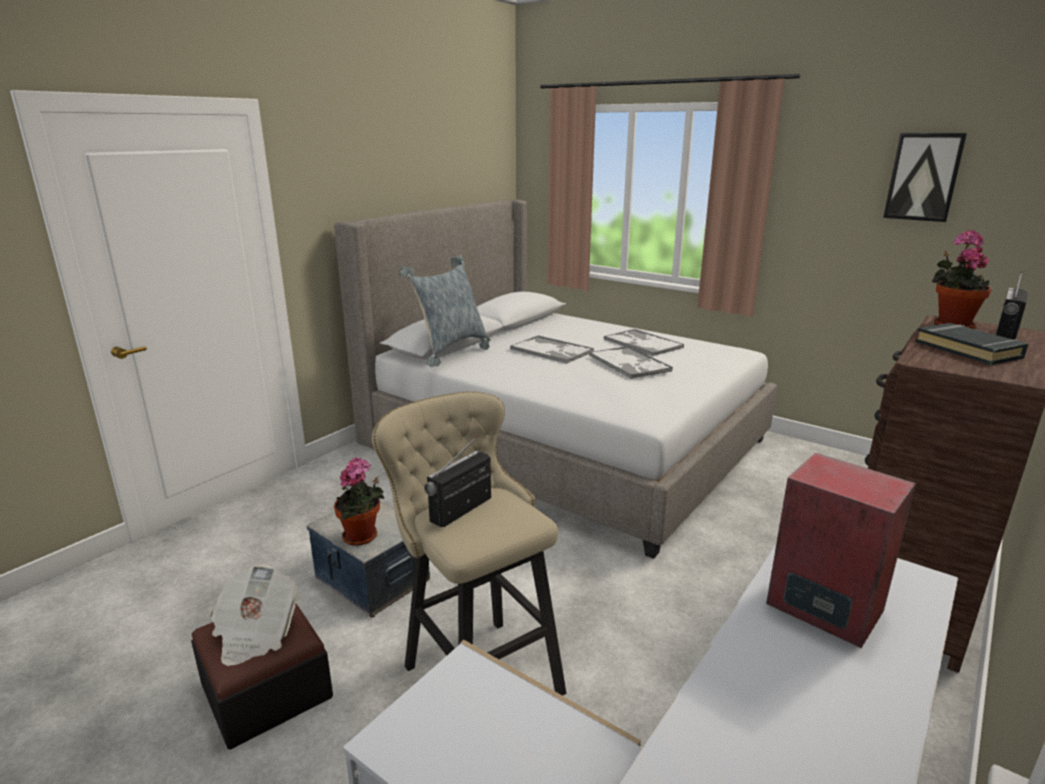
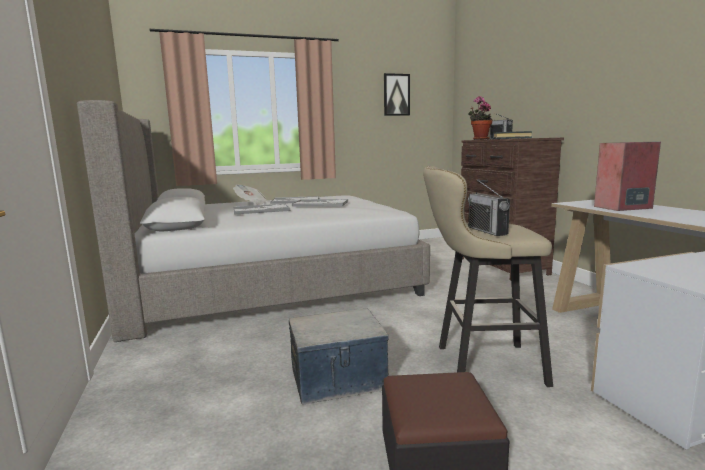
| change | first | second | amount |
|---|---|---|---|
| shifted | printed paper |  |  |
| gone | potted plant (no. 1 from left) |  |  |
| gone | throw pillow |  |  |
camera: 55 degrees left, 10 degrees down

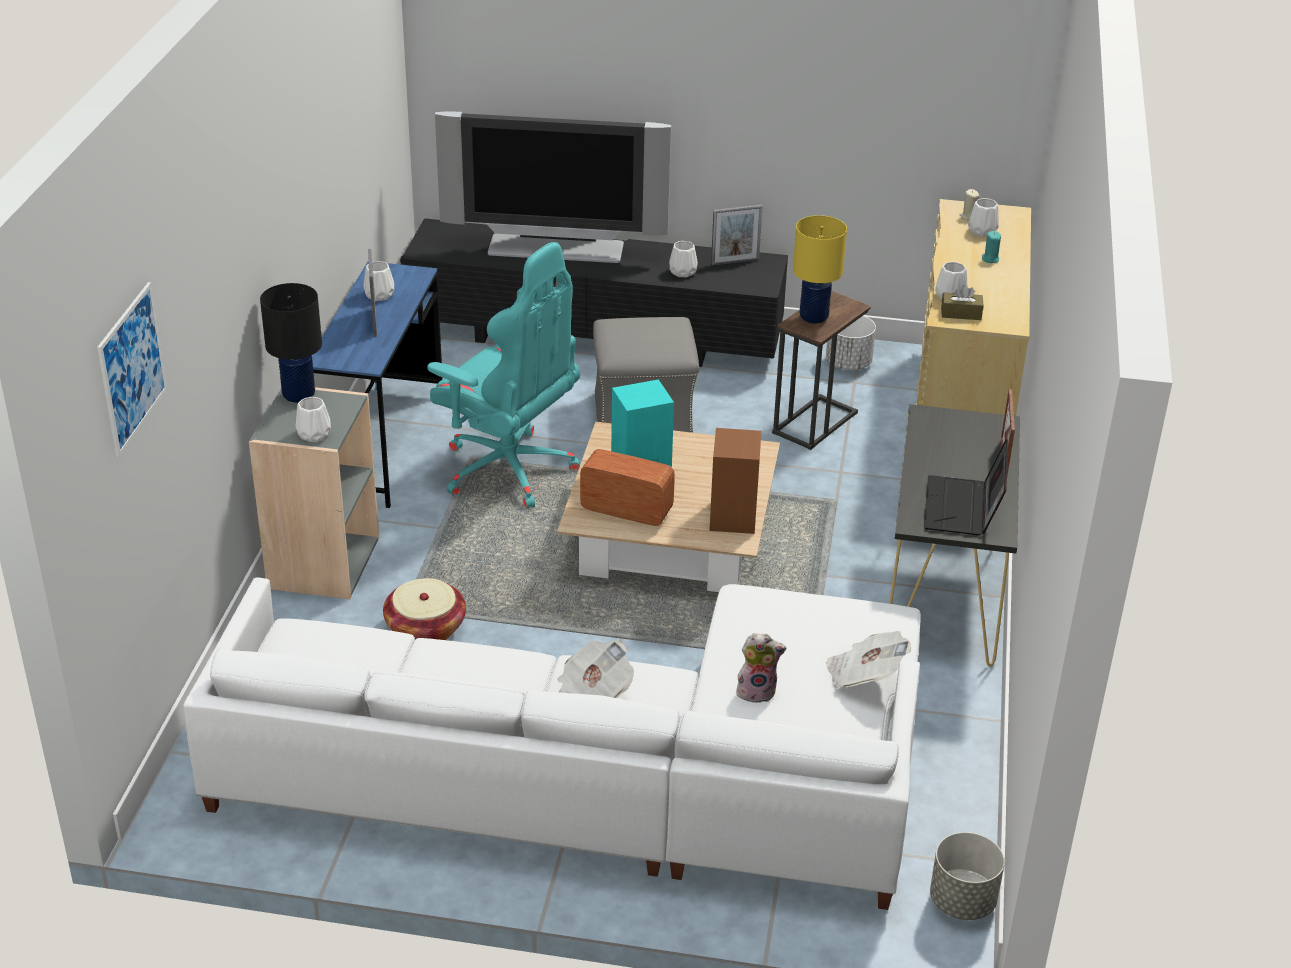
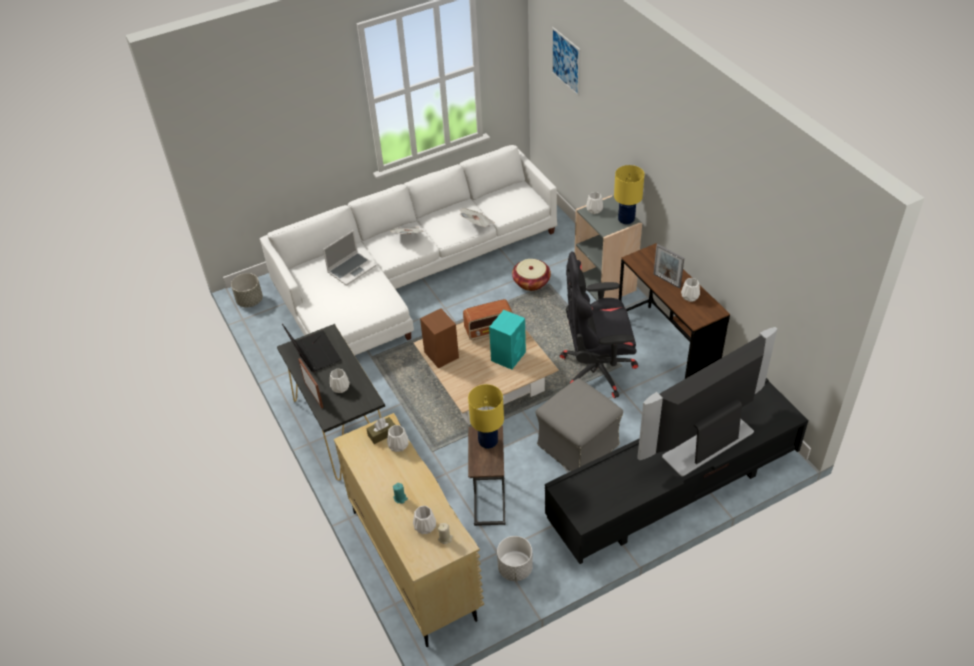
| change | first | second | amount |
|---|---|---|---|
| swapped | plush toy | portable computer (no. 2 from left) |  |
| shifted | whitish vase (no. 3 from left in the first image) | whitish vase (no. 1 from left) |  |
| shifted | printed paper (no. 2 from left) |  |  |
| repainted | turquoise-coloured desk chair | black-coloured desk chair |  |
| repainted | black-coloured tabletop lamp | yellow-coloured tabletop lamp (no. 2 from left) |  |
| repainted | bluish desk | brown-coloured desk |  |
| gone | photo frame (no. 2 from left) |  |  |
camera: 145 degrees right, 10 degrees up

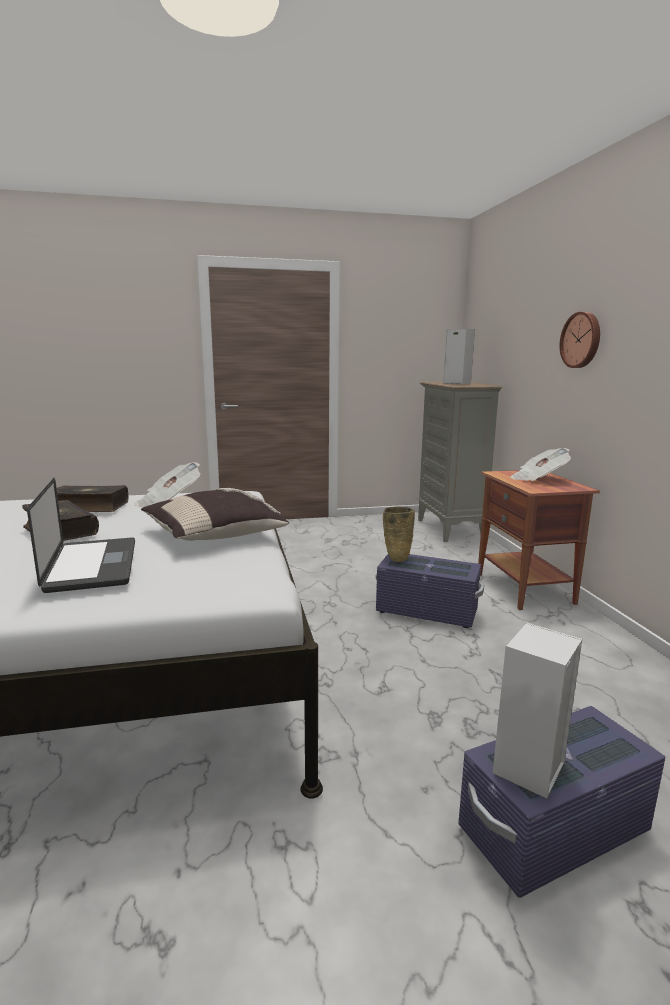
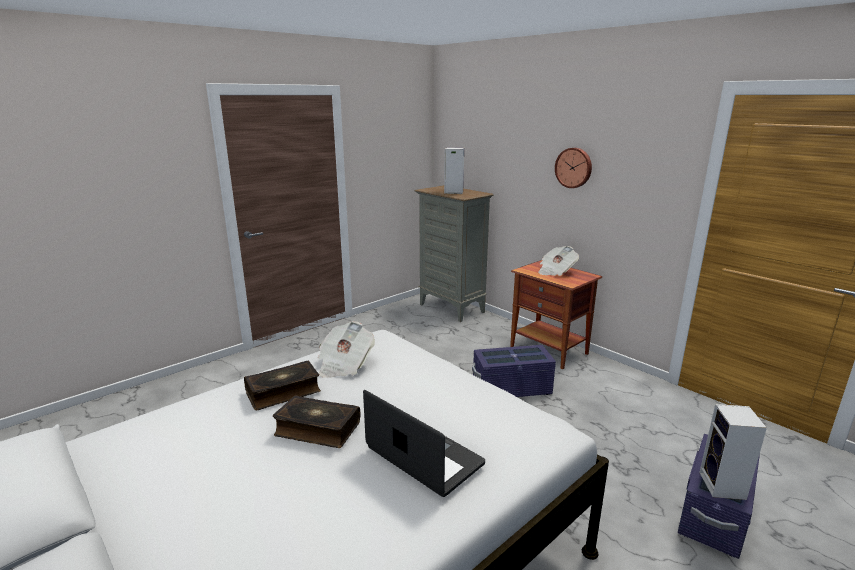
| change | first | second | amount |
|---|---|---|---|
| gone | throw pillow |  |  |
| gone | sand-coloured vase |  |  |
camera: 30 degrees left, 5 degrees up

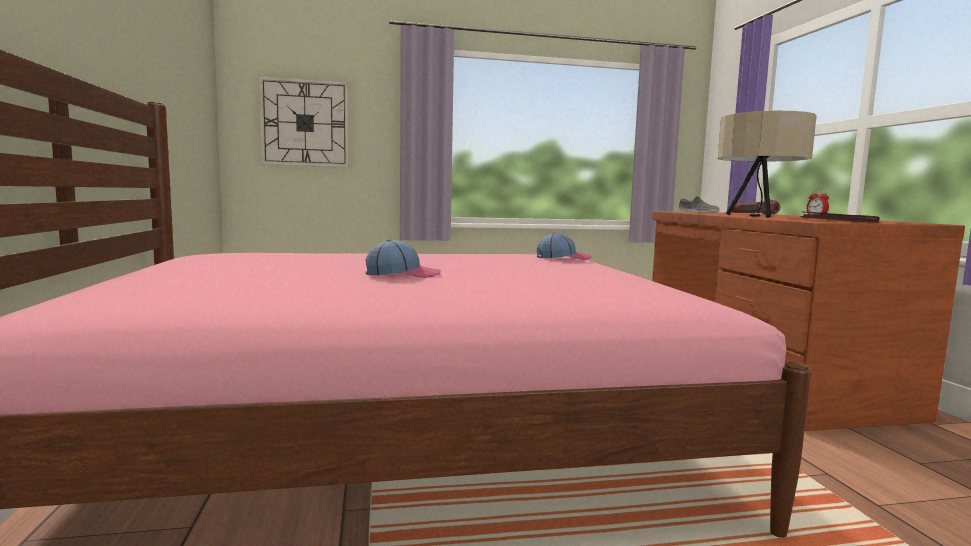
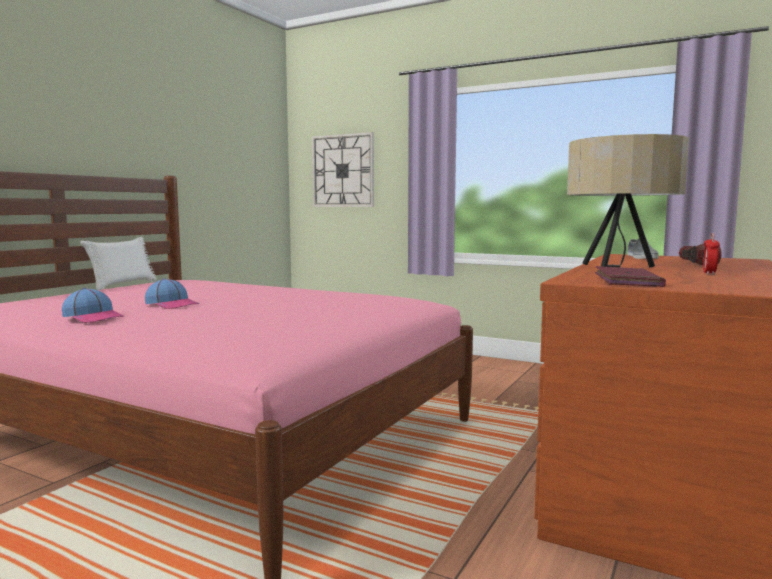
| change | first | second | amount |
|---|---|---|---|
| shifted | cap (no. 2 from left in the first image) | cap (no. 1 from left) |  |
| new |  | whitish throw pillow |  |
camera: 40 degrees right, 0 degrees up

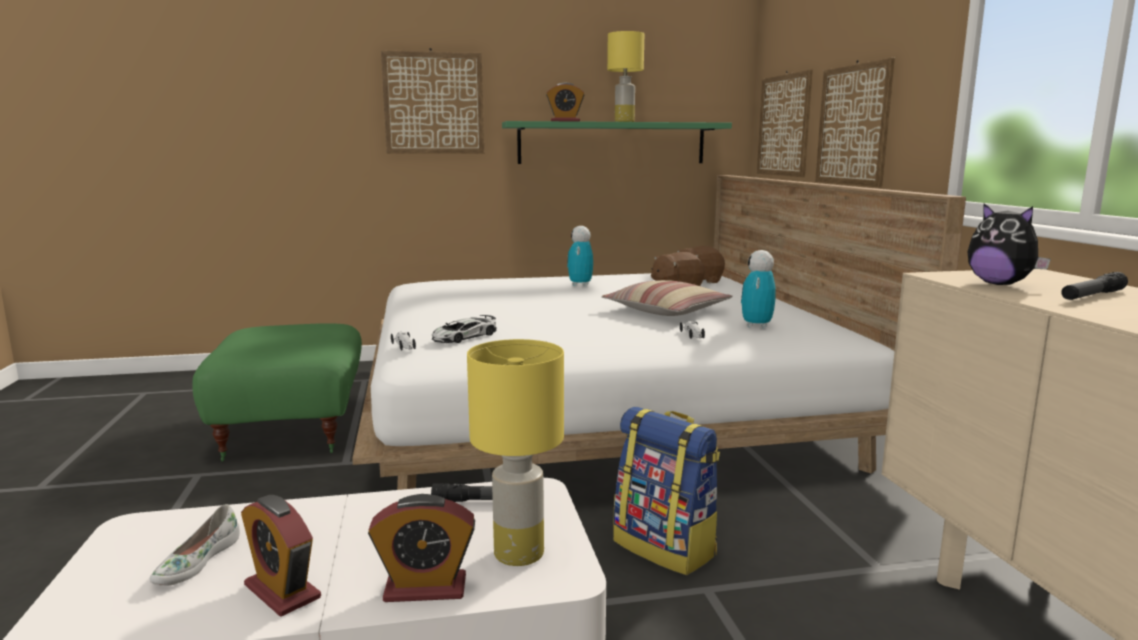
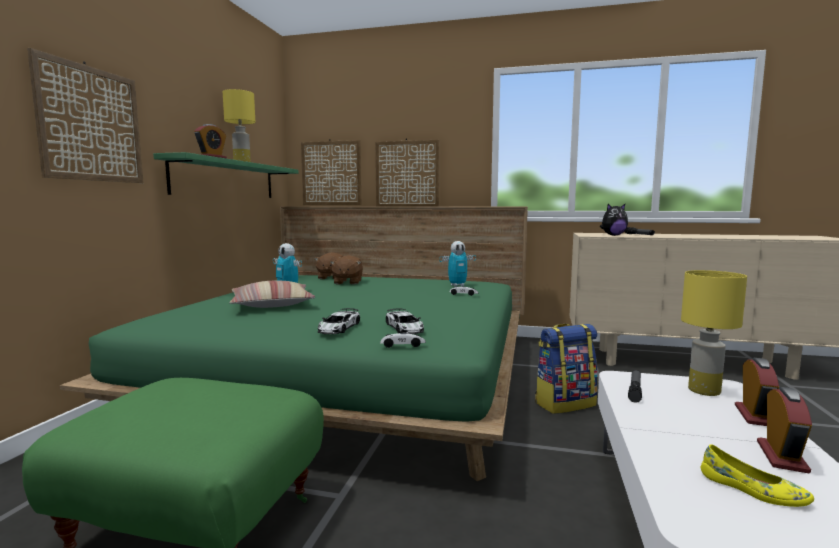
| change | first | second | amount |
|---|---|---|---|
| repainted | whitish bedroom bed | green-coloured bedroom bed |  |
| shifted | throw pillow |  |  |
| new |  | toy car (no. 1 from left) |  |
| rotated | toy robot (no. 2 from left) |  | 60 degrees counterclockwise |
| repainted | whitish shoe | yellow-coloured shoe |  |
| rotated | bedside clock (no. 1 from left in the first image) | bedside clock (no. 3 from left) | 45 degrees counterclockwise |
camera: 65 degrees left, 5 degrees down

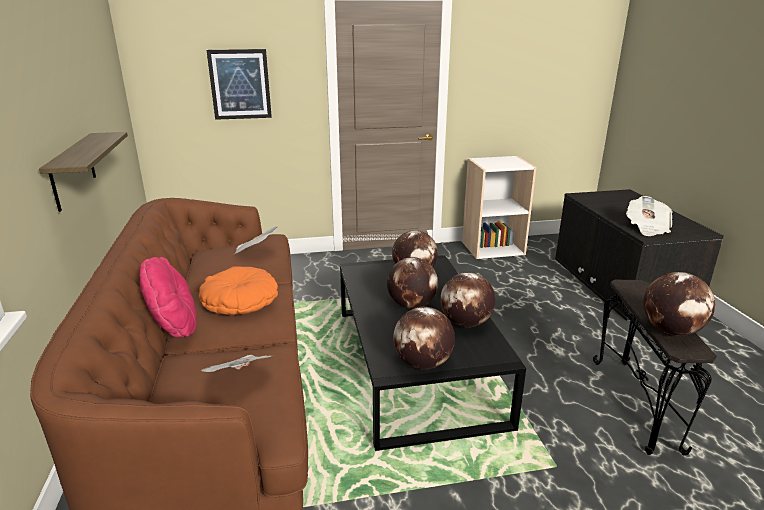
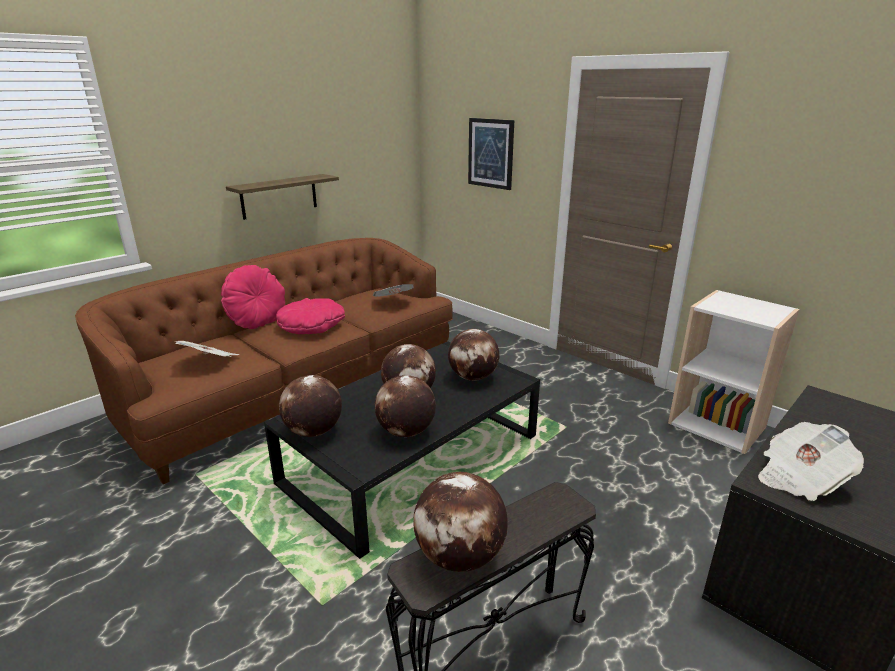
| change | first | second | amount |
|---|---|---|---|
| repainted | orange-coloured throw pillow | pink-coloured throw pillow (no. 2 from left) |  |
camera: 55 degrees right, 0 degrees up

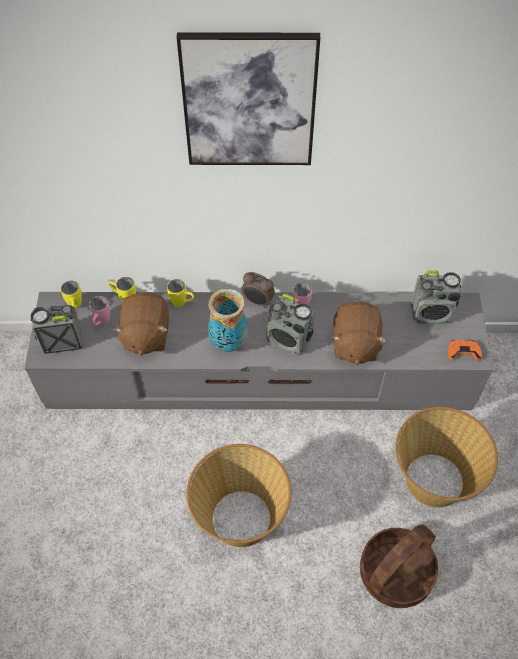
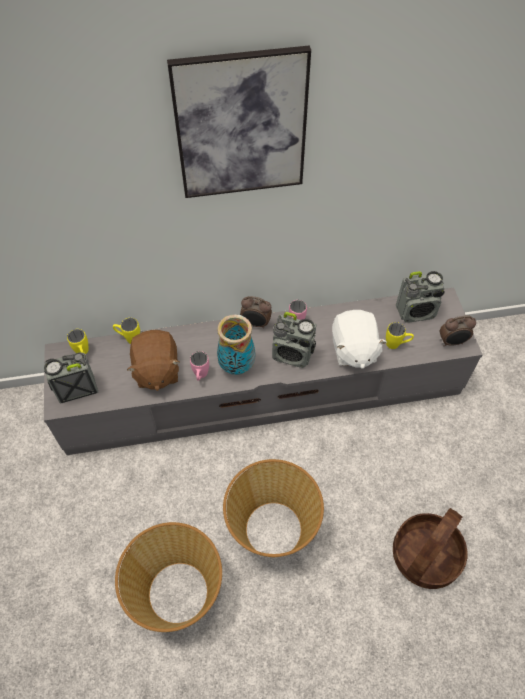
| change | first | second | amount |
|---|---|---|---|
| shifted | storage basket (no. 3 from left in the first image) | storage basket (no. 1 from left) |  |
| shifted | pink-coloured tea mug (no. 1 from left) |  |  |
| repainted | brown-coloured plush toy (no. 2 from left) | whitish plush toy |  |
| shifted | yellow-coloured tea mug (no. 3 from left) |  |  |
| swapped | orange-coloured game controller | bedside clock (no. 2 from left) |  |
camera: 10 degrees left, 0 degrees up

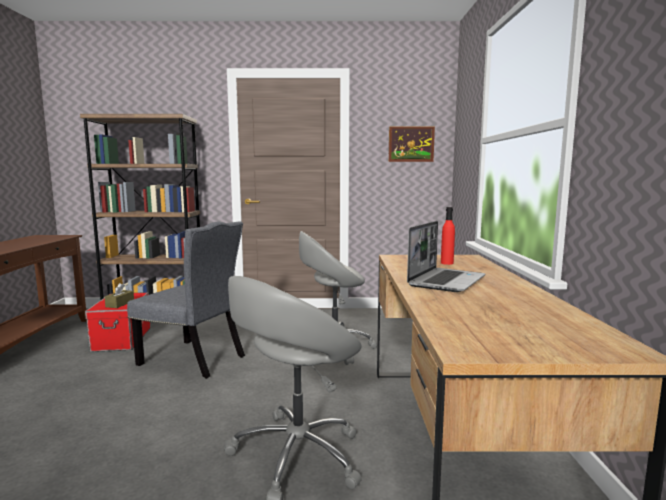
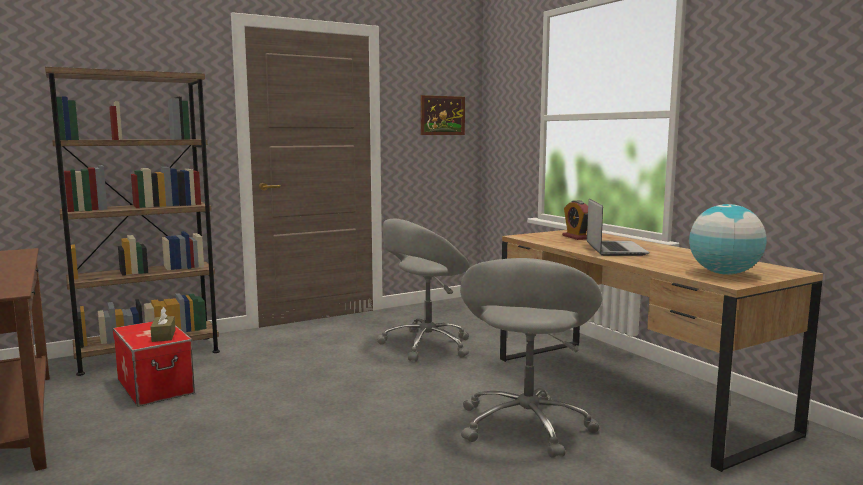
| change | first | second | amount |
|---|---|---|---|
| swapped | reddish drink bottle | bedside clock |  |
| new |  | globe |  |
| gone | gray plain chair |  |  |
camera: 30 degrees left, 0 degrees up

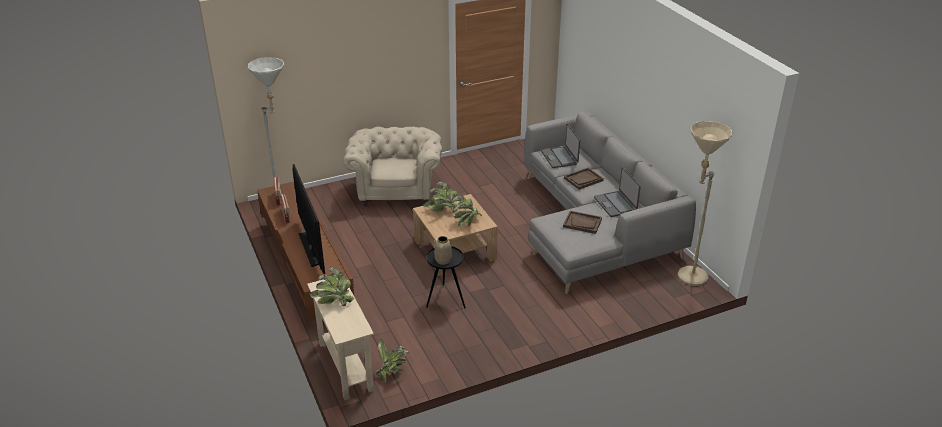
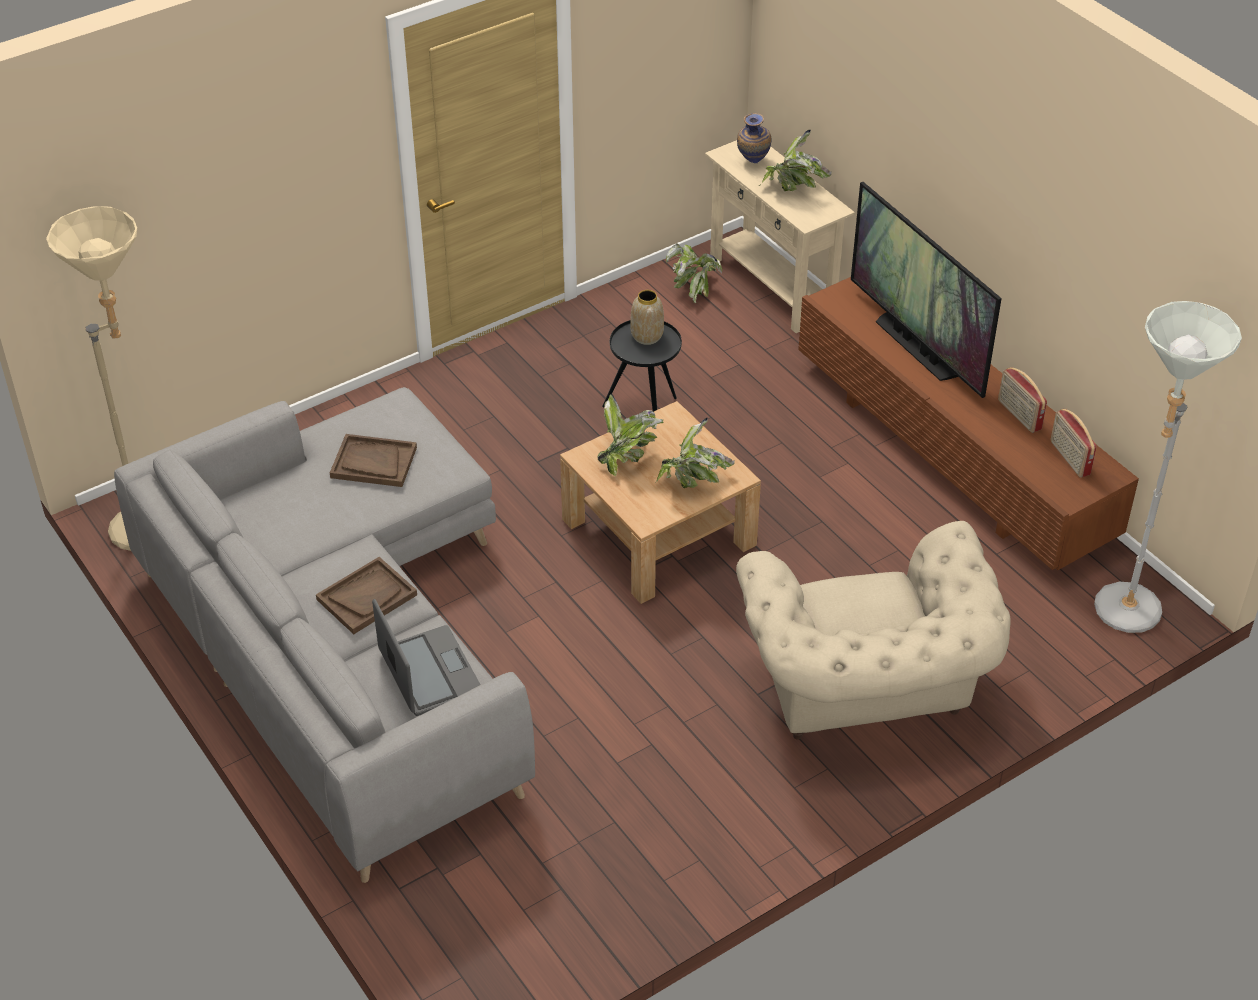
| change | first | second | amount |
|---|---|---|---|
| new |  | vase (no. 2 from left) |  |
| gone | portable computer (no. 2 from left) |  |  |
camera: 170 degrees right, 10 degrees up

